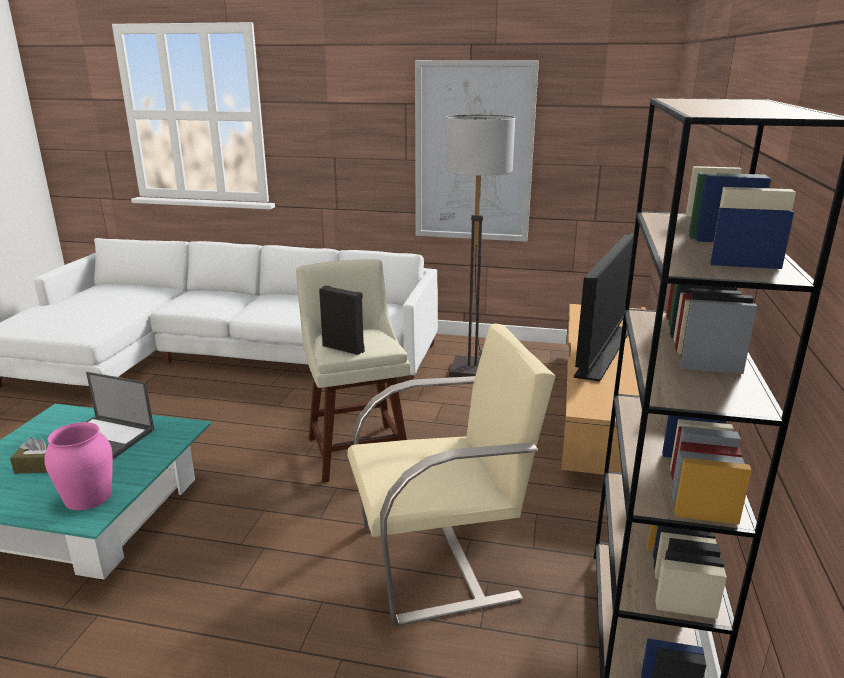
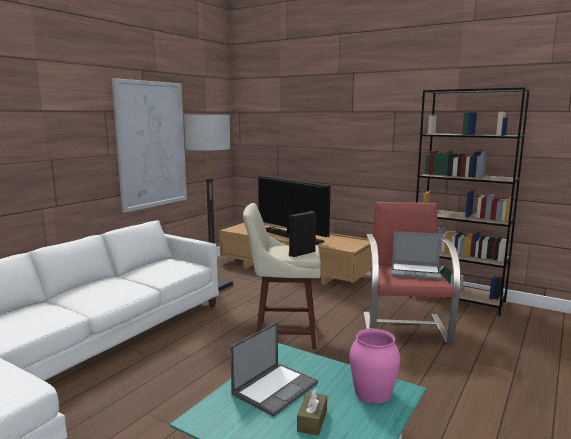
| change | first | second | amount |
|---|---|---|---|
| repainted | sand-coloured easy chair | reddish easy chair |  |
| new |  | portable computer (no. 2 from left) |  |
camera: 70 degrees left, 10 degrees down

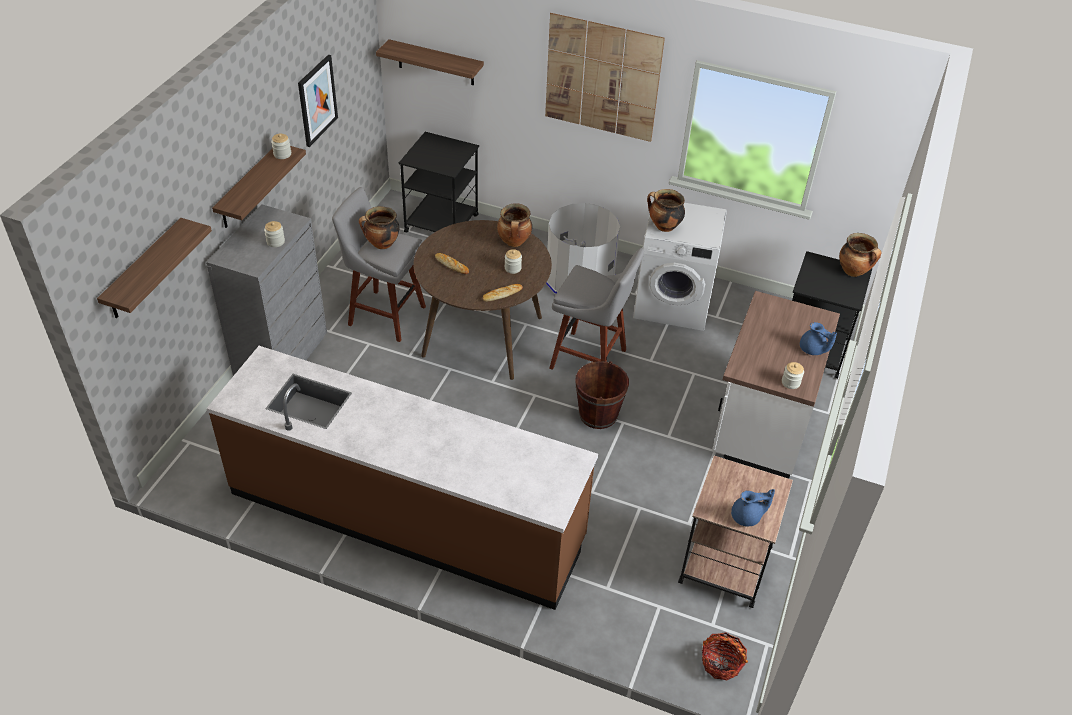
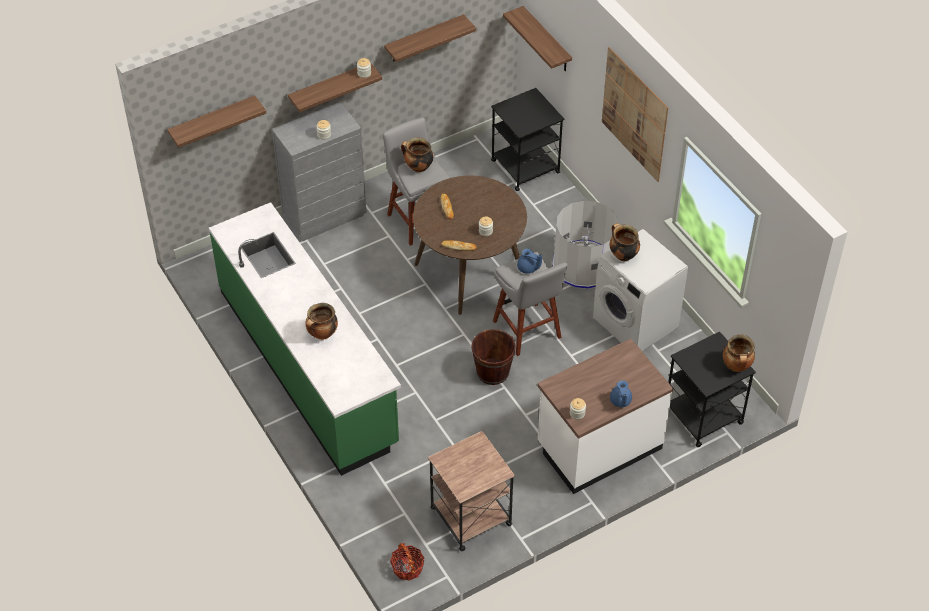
| change | first | second | amount |
|---|---|---|---|
| repainted | brown-coloured counter | green-coloured counter |  |
| shifted | cooking pot (no. 2 from left in the first image) | cooking pot (no. 1 from left) |  |
| swapped | wall art (no. 1 from left) | bracket shelf (no. 3 from left) |  |
| shifted | bluish tea pot (no. 1 from left) |  |  |
camera: 40 degrees right, 5 degrees up

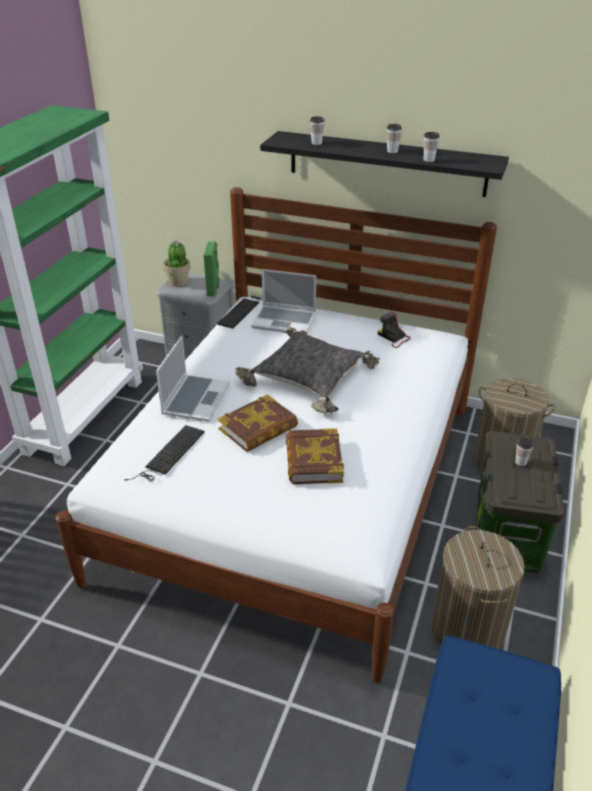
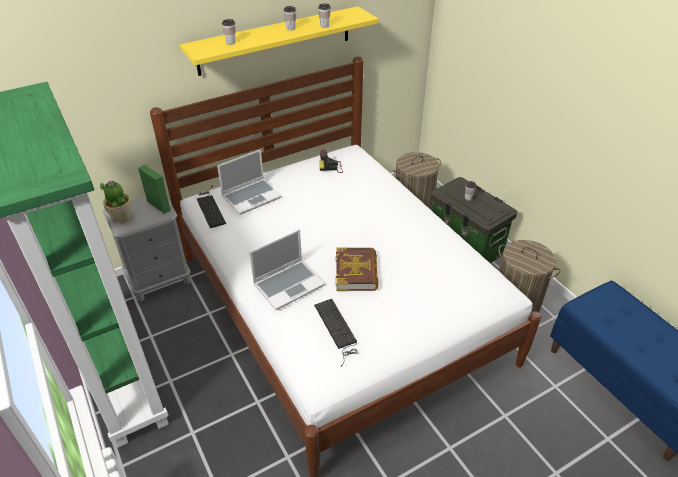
| change | first | second | amount |
|---|---|---|---|
| repainted | black-coloured bracket shelf | yellow-coloured bracket shelf |  |
| rotated | portable computer (no. 1 from left in the first image) | portable computer (no. 2 from left) | 90 degrees clockwise |
| gone | throw pillow |  |  |
| gone | bound book (no. 2 from left) |  |  |
camera: 50 degrees left, 5 degrees up

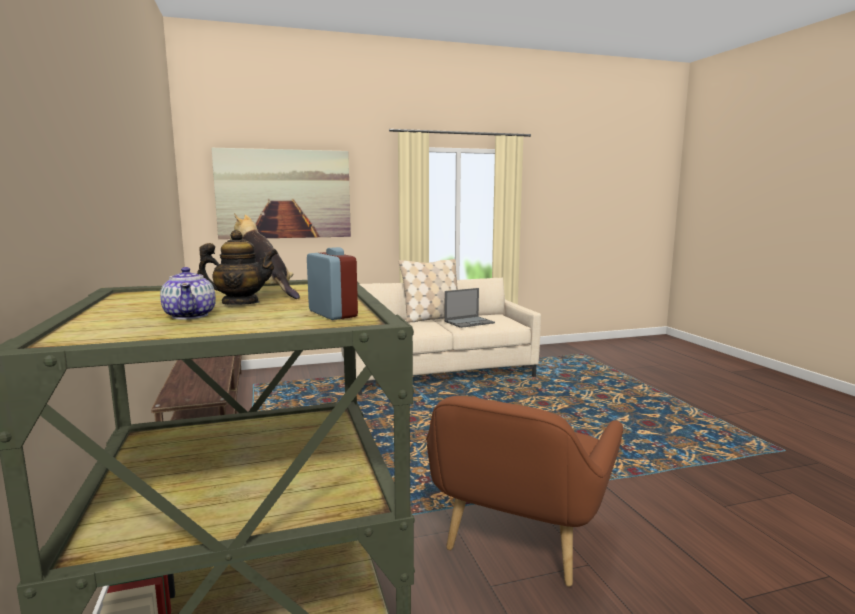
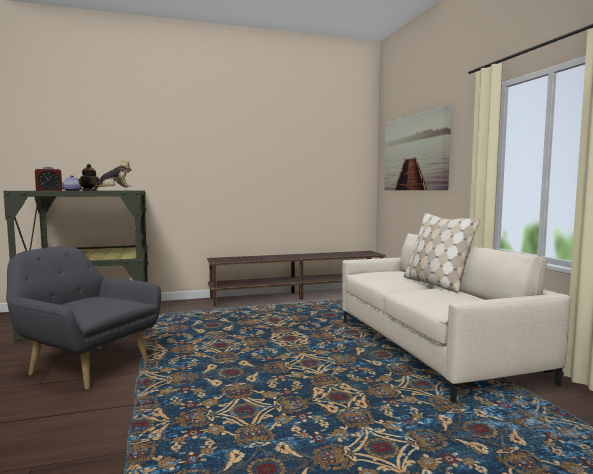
| change | first | second | amount |
|---|---|---|---|
| repainted | brown-coloured easy chair | gray easy chair |  |
| gone | portable computer |  |  |
camera: 90 degrees right, 5 degrees down

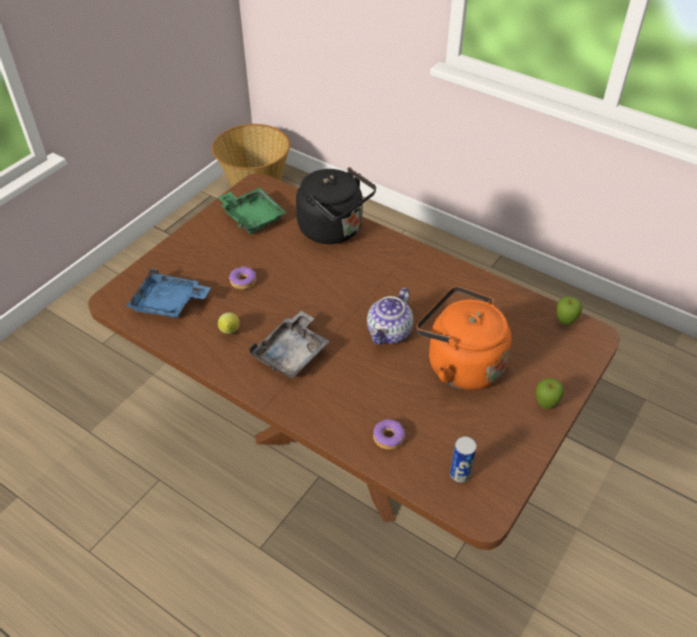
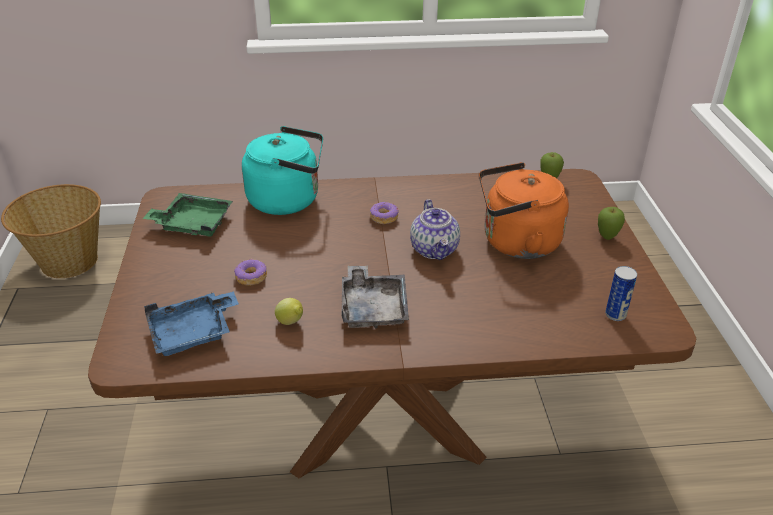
| change | first | second | amount |
|---|---|---|---|
| repainted | black-coloured water kettle | turquoise-coloured water kettle |  |
| shifted | ring doughnut (no. 2 from left) |  |  |
camera: 40 degrees left, 10 degrees down

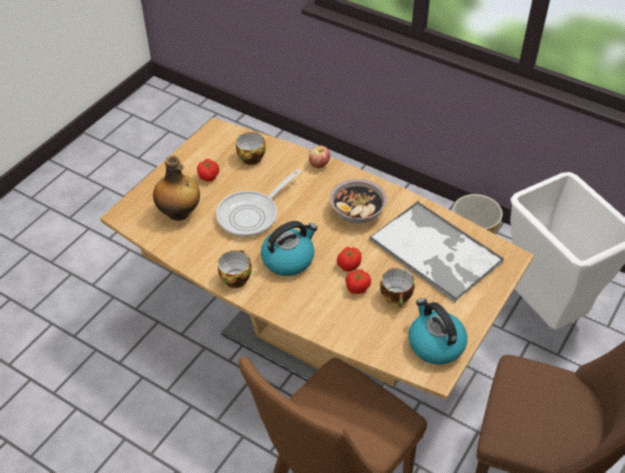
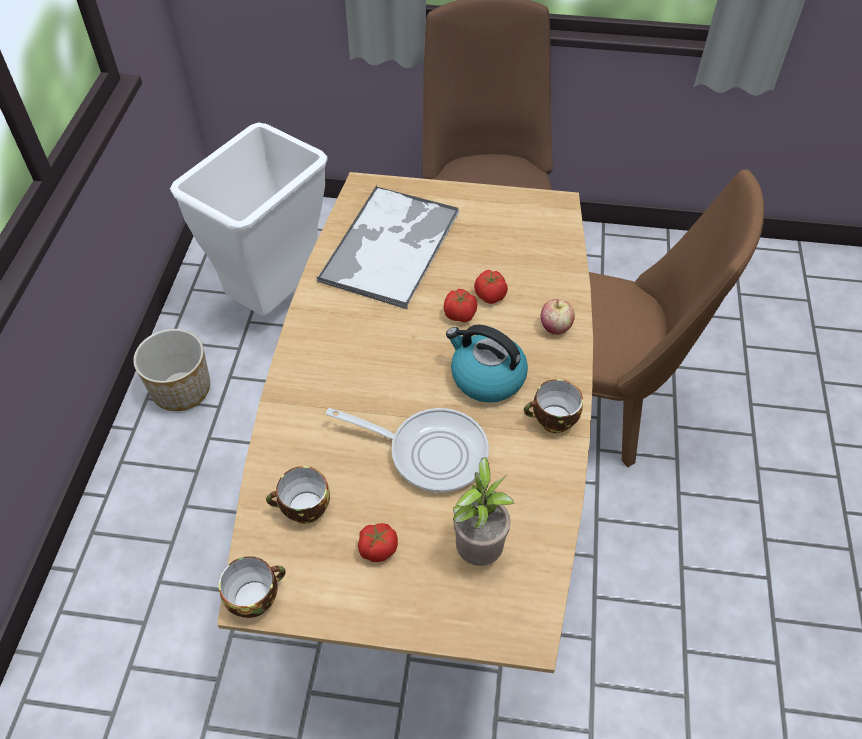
| change | first | second | amount |
|---|---|---|---|
| shifted | drinking cup (no. 3 from left in the first image) | drinking cup (no. 1 from left) |  |
| swapped | drink bottle | potted plant |  |
| shifted | whole apple |  |  |
| gone | deep dish |  |  |
| gone | water kettle (no. 2 from left) |  |  |
camera: 115 degrees left, 5 degrees up

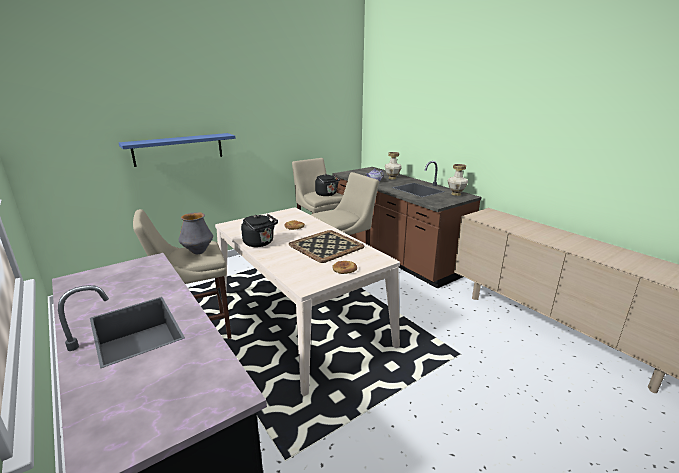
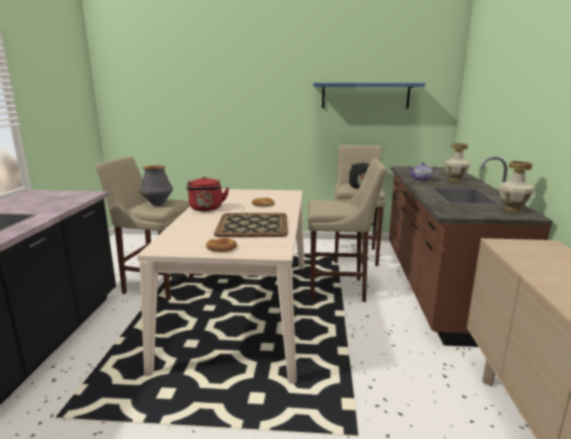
| change | first | second | amount |
|---|---|---|---|
| repainted | black-coloured water kettle (no. 1 from left) | reddish water kettle |  |
| shifted | bluish bracket shelf |  |  |
camera: 40 degrees right, 5 degrees down

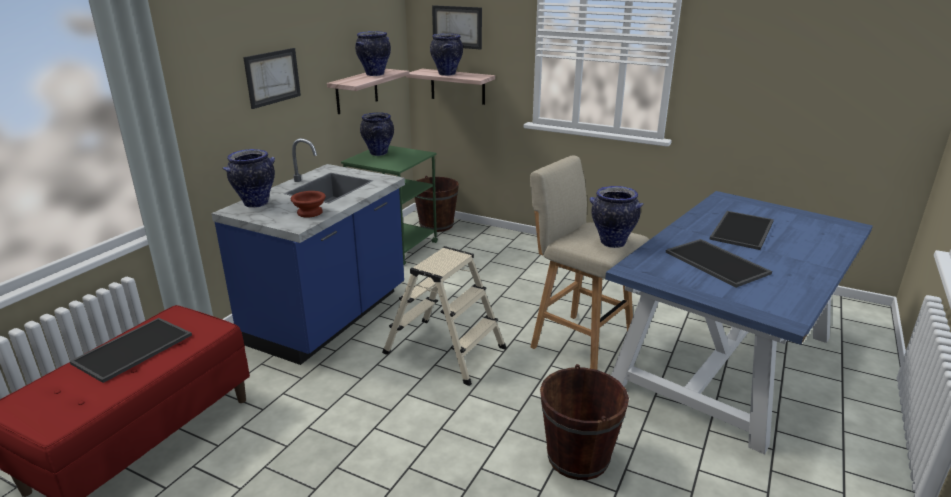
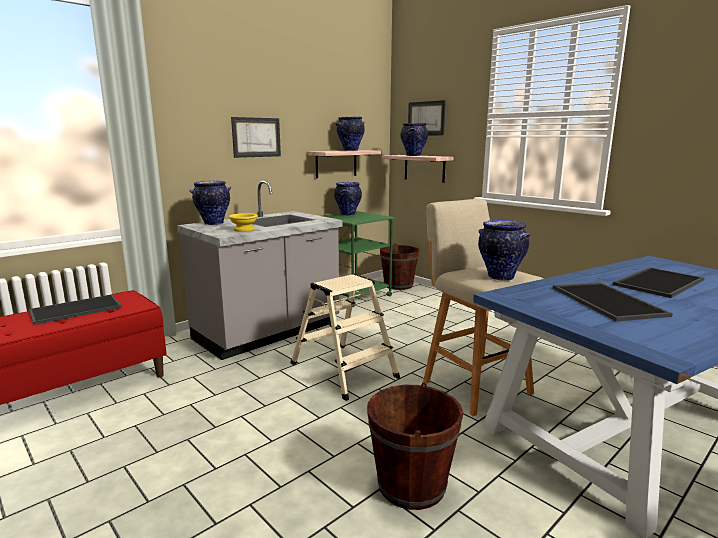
| change | first | second | amount |
|---|---|---|---|
| repainted | bluish counter | gray counter |  |
| repainted | brown-coloured deep dish | yellow-coloured deep dish |  |
camera: 20 degrees right, 10 degrees down

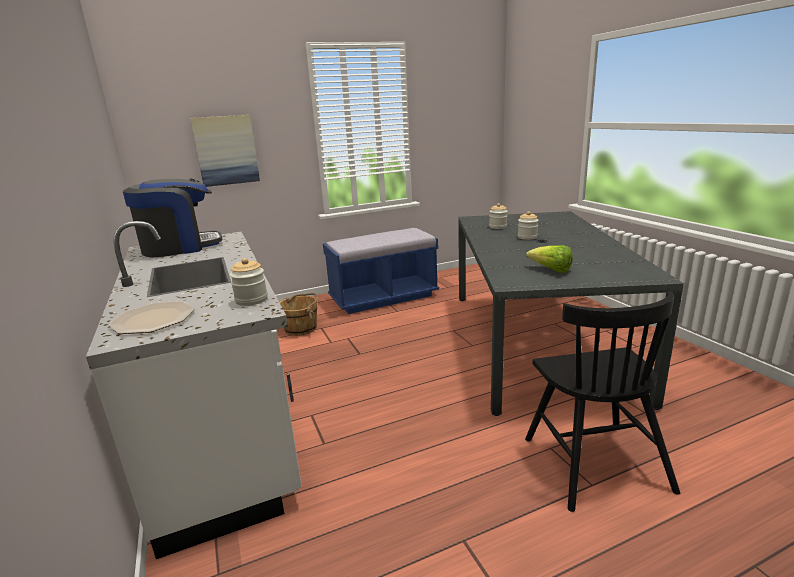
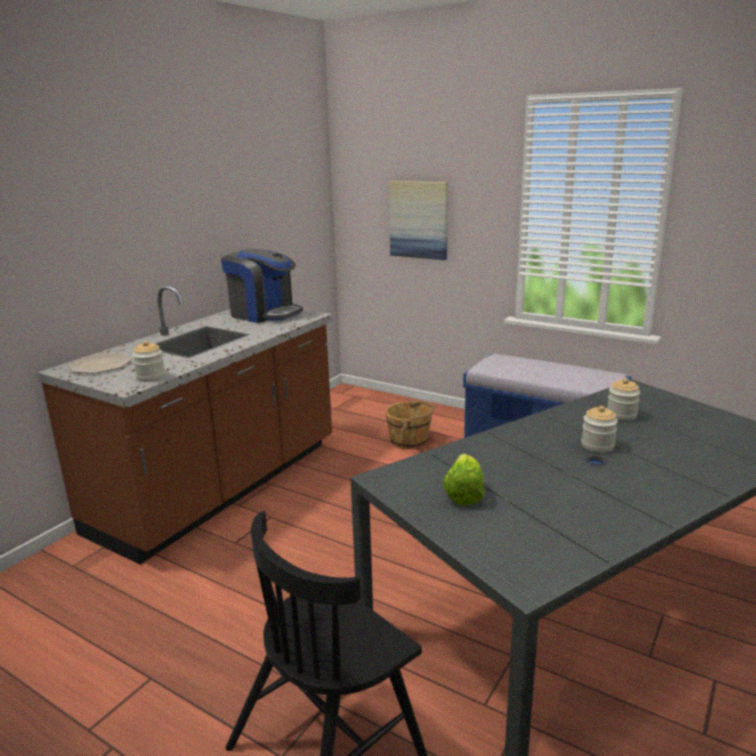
| change | first | second | amount |
|---|---|---|---|
| repainted | whitish counter | brown-coloured counter |  |
camera: 55 degrees right, 0 degrees up

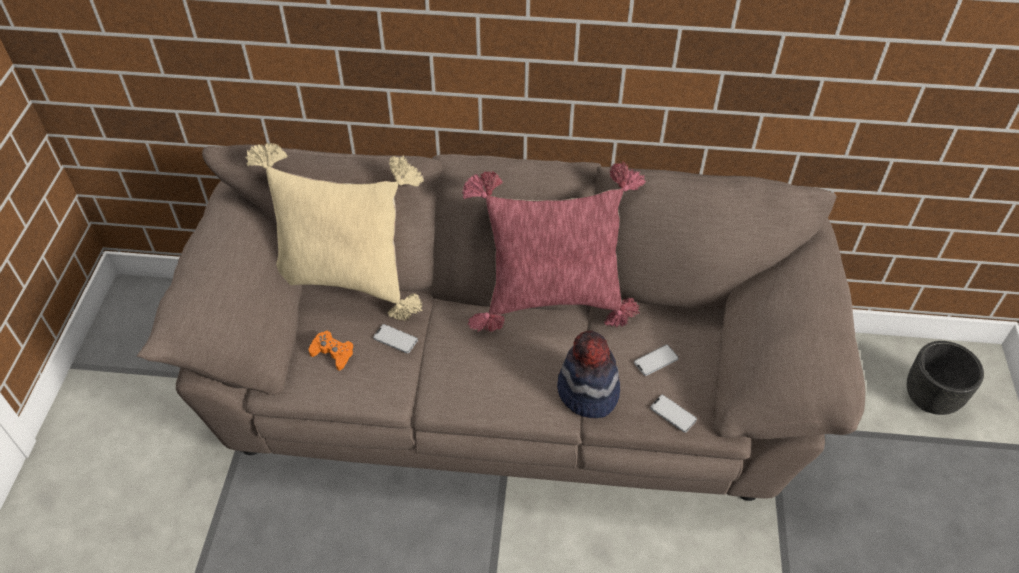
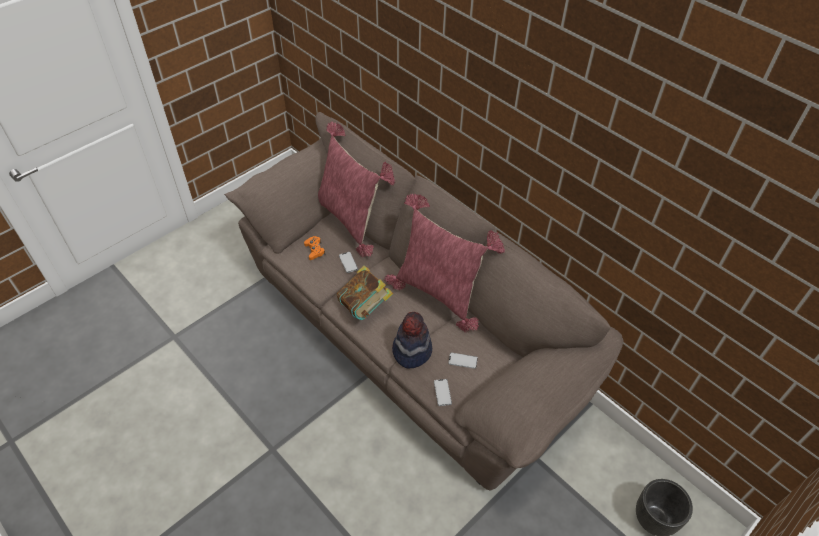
| change | first | second | amount |
|---|---|---|---|
| repainted | sand-coloured throw pillow | reddish throw pillow (no. 1 from left) |  |
| new |  | bound book |  |
camera: 40 degrees right, 0 degrees up

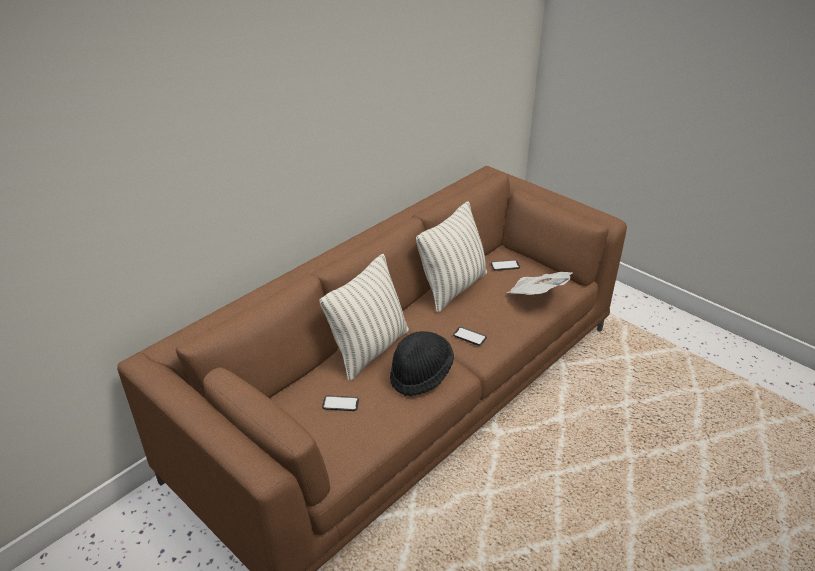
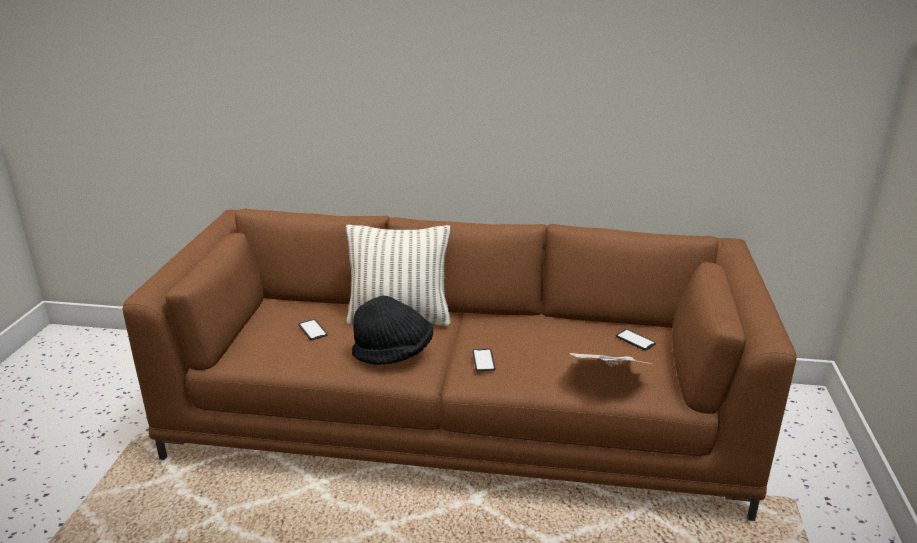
| change | first | second | amount |
|---|---|---|---|
| gone | throw pillow (no. 2 from left) |  |  |
camera: 55 degrees right, 10 degrees down

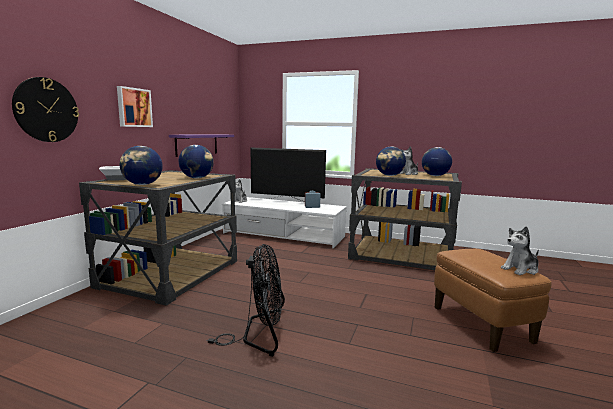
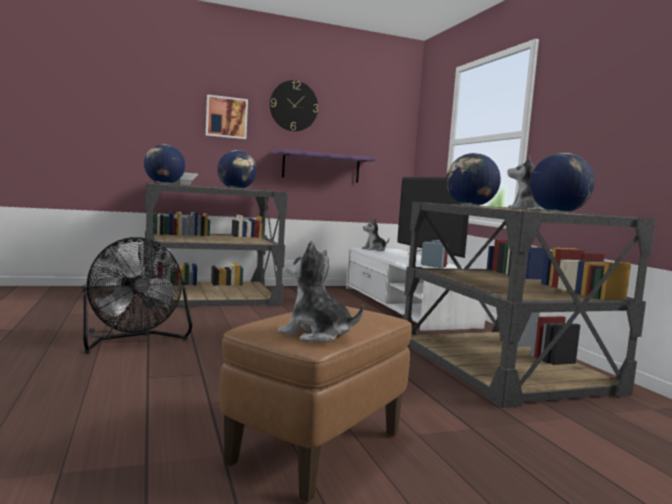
| change | first | second | amount |
|---|---|---|---|
| shifted | hanging clock |  |  |
camera: 50 degrees right, 5 degrees down

